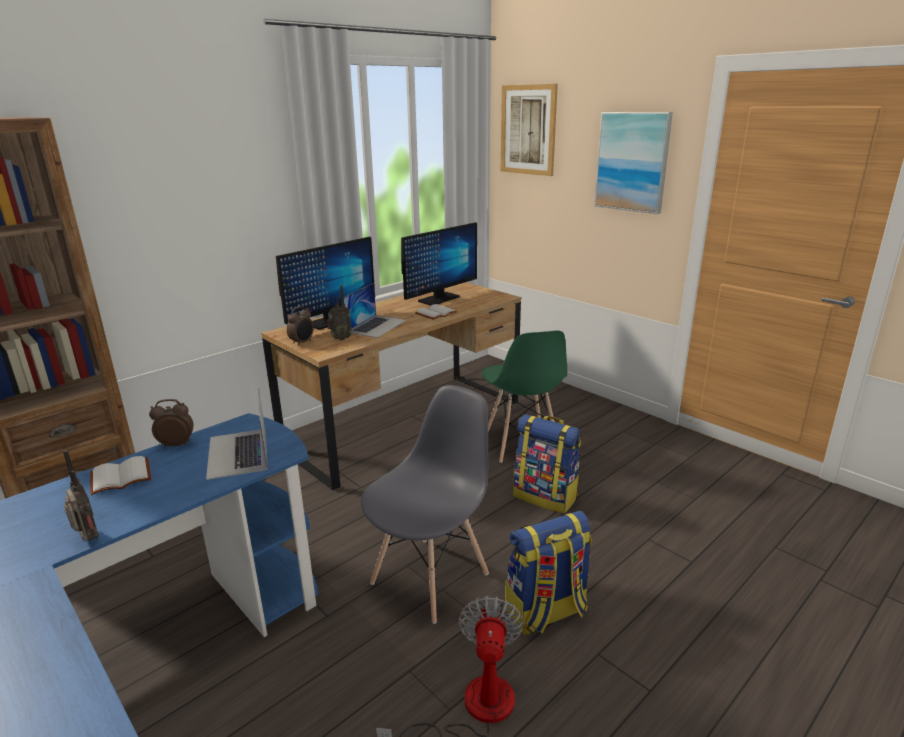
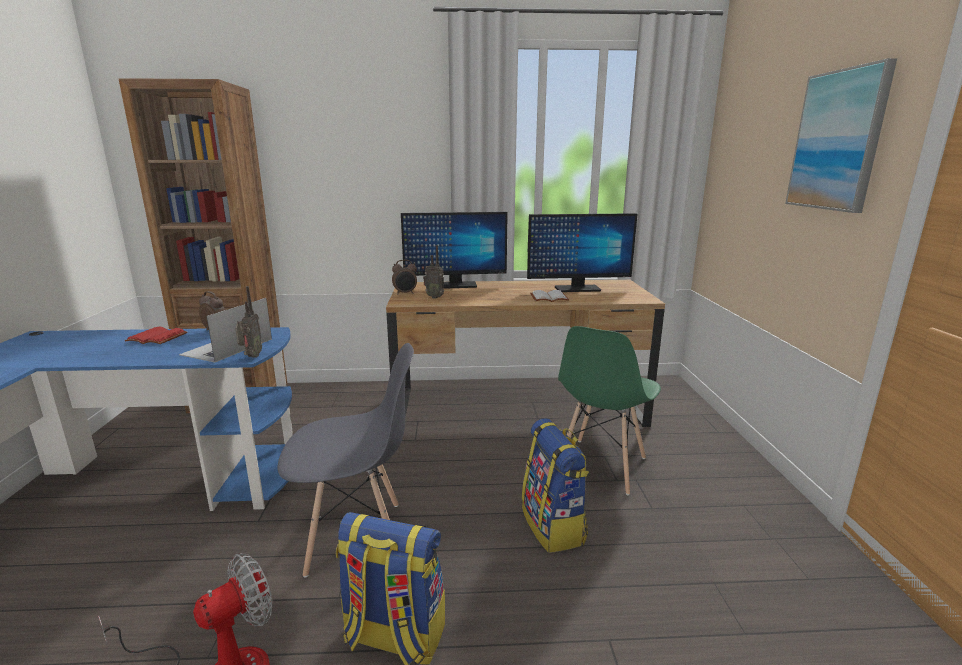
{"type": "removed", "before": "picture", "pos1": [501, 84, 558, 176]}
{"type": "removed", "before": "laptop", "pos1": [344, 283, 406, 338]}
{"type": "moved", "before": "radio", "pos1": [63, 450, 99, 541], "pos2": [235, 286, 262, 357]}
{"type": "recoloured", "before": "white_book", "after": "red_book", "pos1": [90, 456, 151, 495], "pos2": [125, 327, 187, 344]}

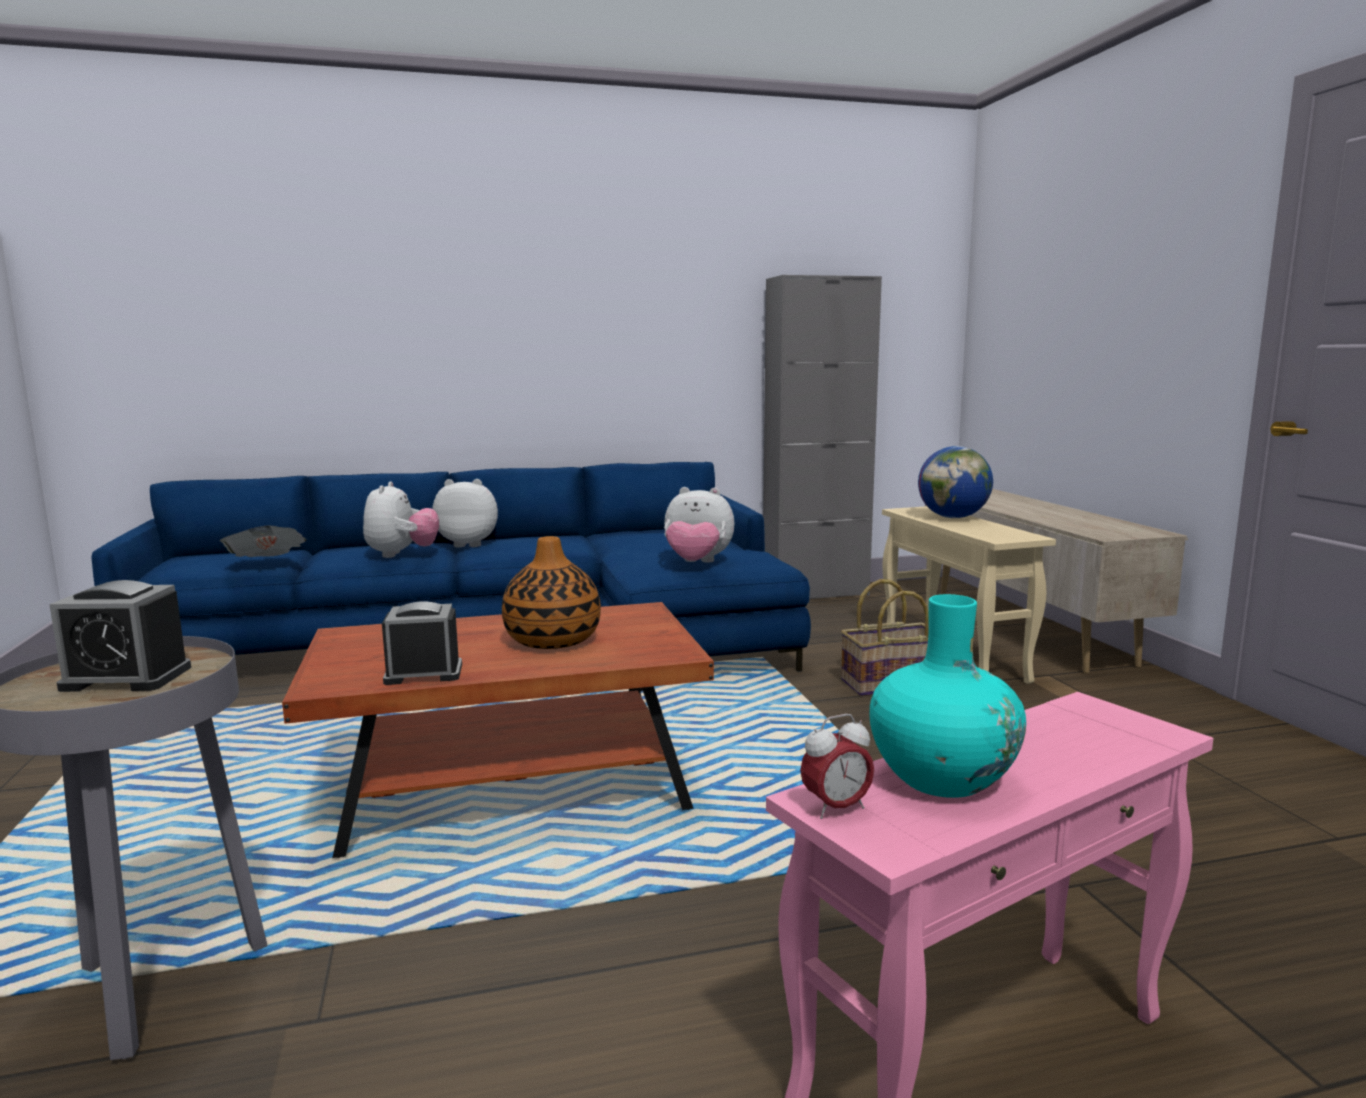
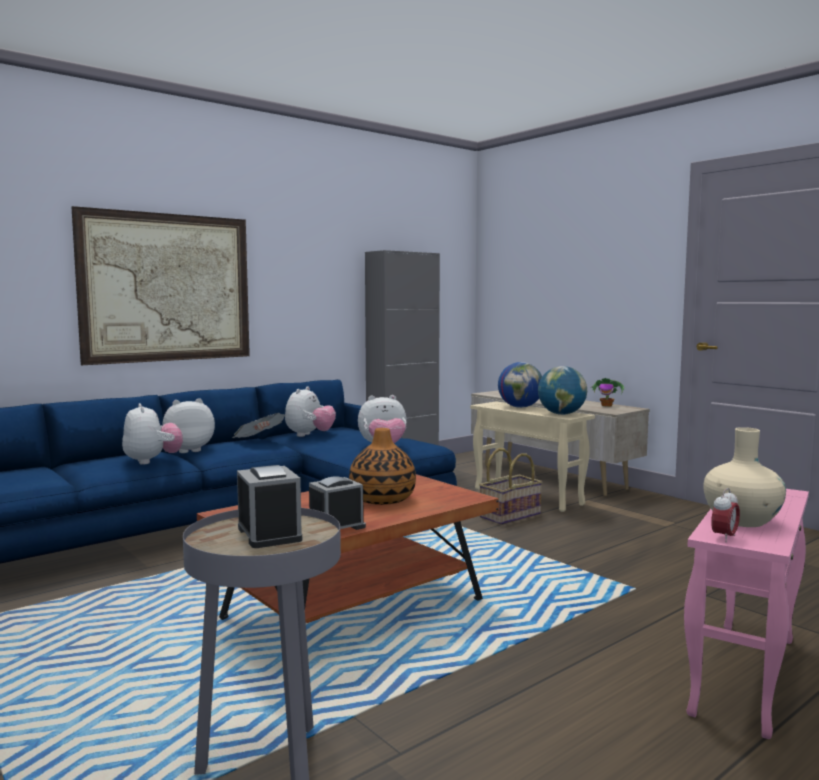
{"type": "moved", "before": "newspaper", "pos1": [220, 526, 306, 557], "pos2": [232, 413, 286, 438]}
{"type": "turned", "before": "alarm_clock", "pos1": [49, 580, 191, 692], "pos2": [237, 465, 302, 548], "turn": -90}
{"type": "recoloured", "before": "turquoise_vase", "after": "beige_vase", "pos1": [869, 594, 1026, 798], "pos2": [703, 427, 786, 527]}
{"type": "added", "after": "picture", "pos2": [72, 206, 250, 365]}
{"type": "added", "after": "globe", "pos2": [538, 366, 587, 415]}
{"type": "added", "after": "potted_plant", "pos2": [590, 378, 624, 407]}
{"type": "added", "after": "plush_toy", "pos2": [285, 387, 336, 437]}

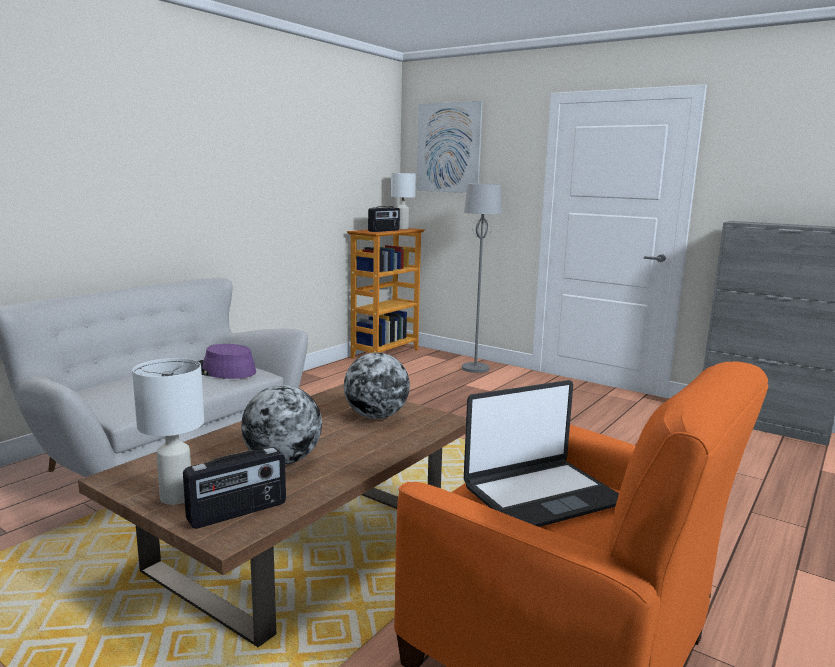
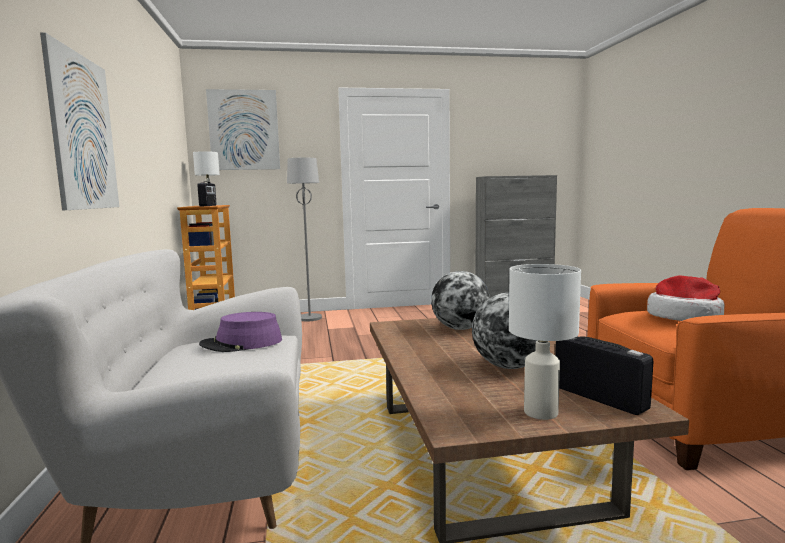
{"type": "replaced", "before": "laptop", "after": "hat", "pos1": [464, 380, 619, 527], "pos2": [647, 275, 724, 321]}
{"type": "turned", "before": "radio", "pos1": [183, 447, 286, 529], "pos2": [555, 337, 654, 415], "turn": -45}
{"type": "added", "after": "picture", "pos2": [40, 32, 119, 210]}

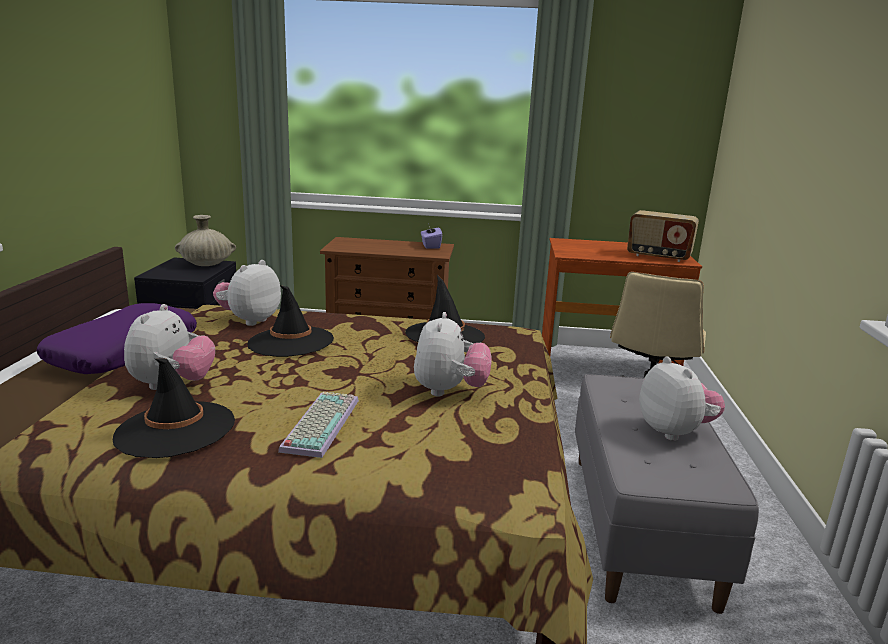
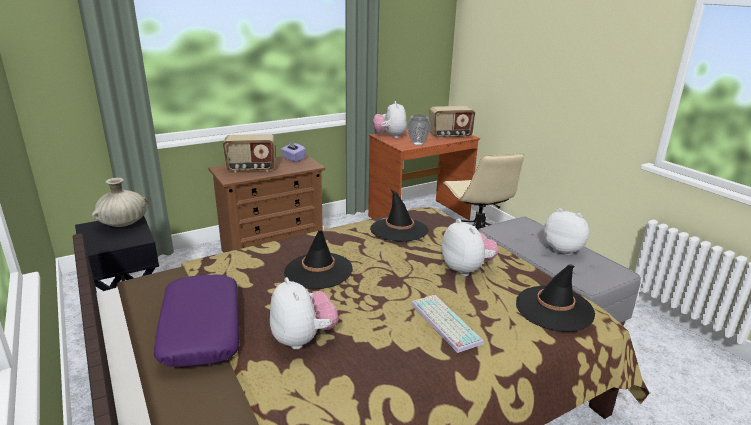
{"type": "moved", "before": "plush_toy", "pos1": [213, 260, 281, 326], "pos2": [373, 101, 407, 138]}
{"type": "moved", "before": "black_hat", "pos1": [113, 358, 235, 458], "pos2": [516, 264, 595, 332]}
{"type": "added", "after": "vase", "pos2": [407, 114, 431, 145]}
{"type": "added", "after": "radio", "pos2": [223, 134, 275, 172]}

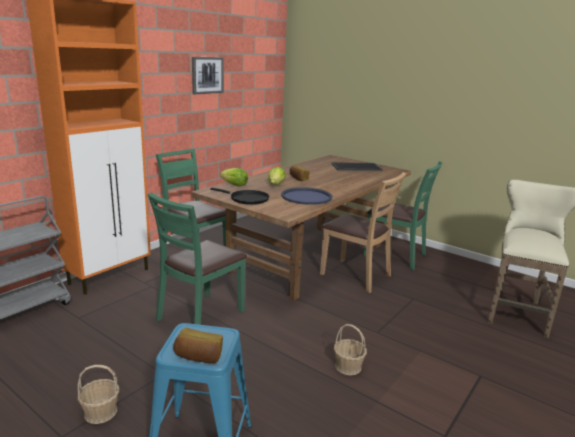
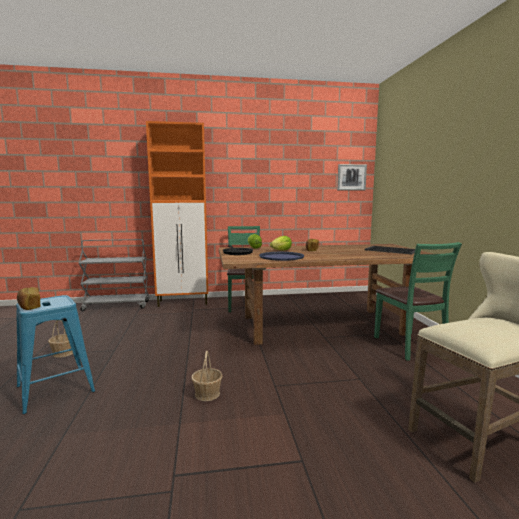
{"type": "moved", "before": "picture", "pos1": [192, 57, 224, 94], "pos2": [337, 164, 367, 190]}
{"type": "removed", "before": "brown_chair", "pos1": [320, 172, 406, 293]}
{"type": "removed", "before": "green_chair", "pos1": [147, 192, 247, 325]}

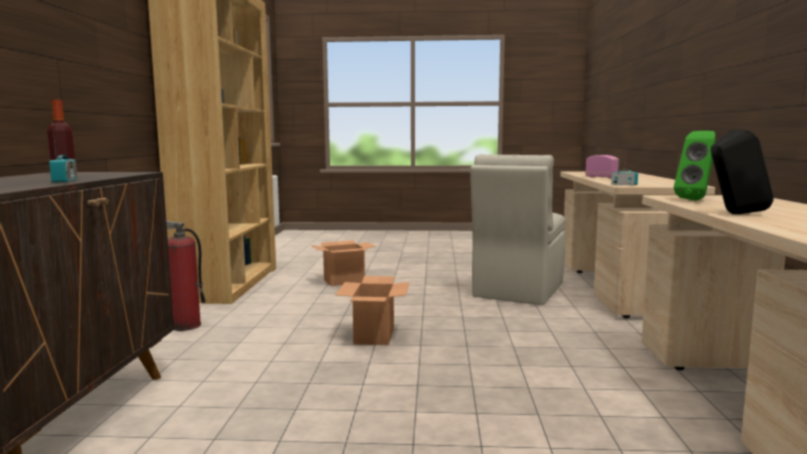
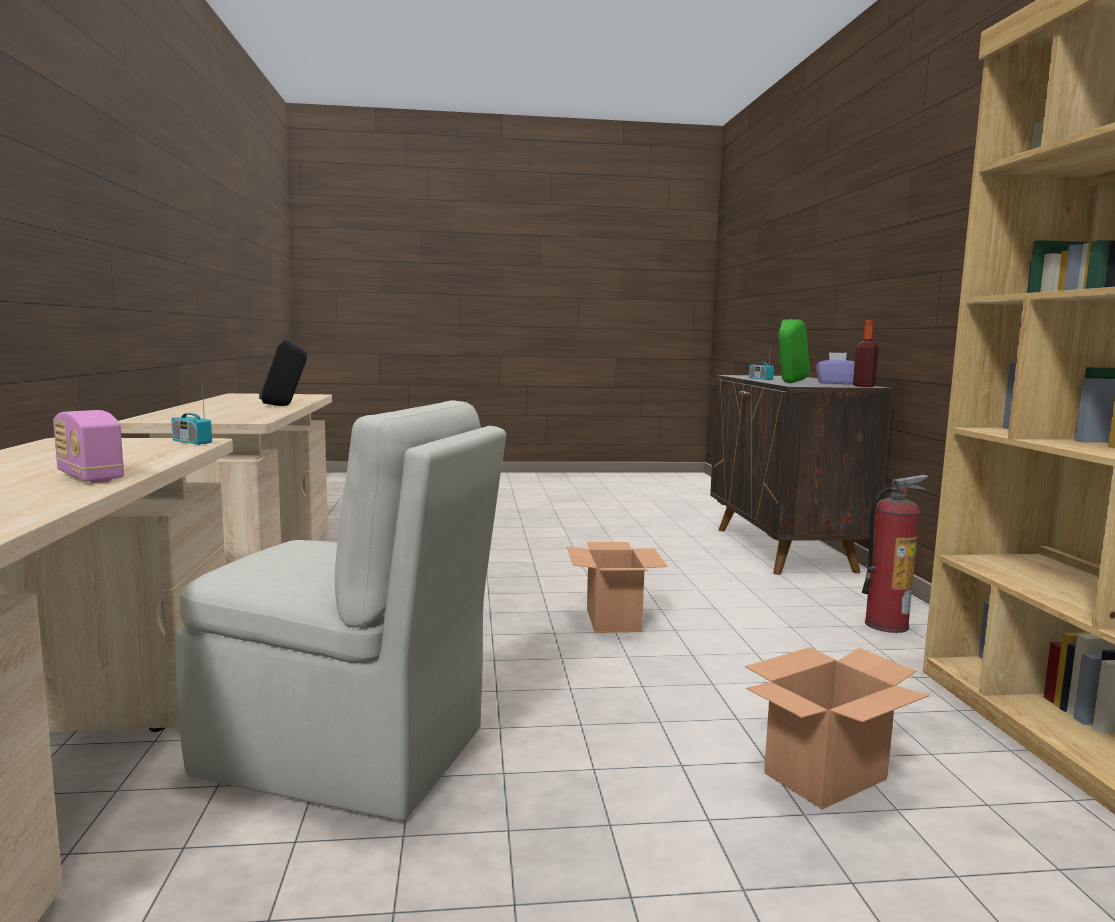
{"type": "moved", "before": "green_speaker", "pos1": [674, 131, 716, 201], "pos2": [778, 319, 810, 383]}
{"type": "turned", "before": "beige_chair", "pos1": [470, 154, 565, 305], "pos2": [175, 400, 506, 821], "turn": 90}
{"type": "added", "after": "purple_tissue_box", "pos2": [816, 352, 855, 384]}

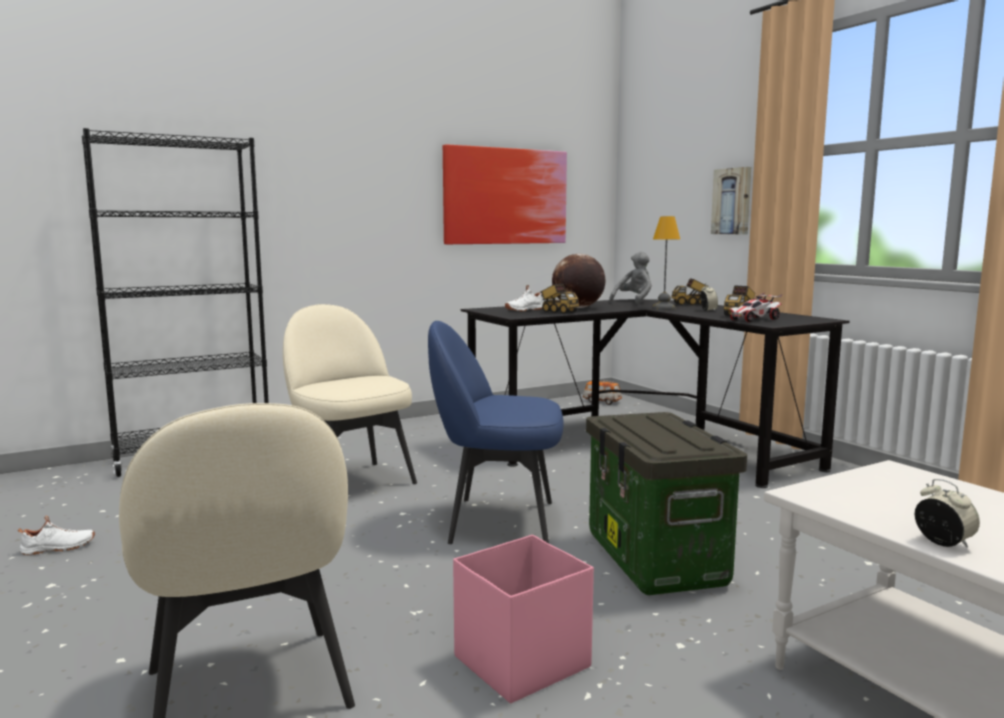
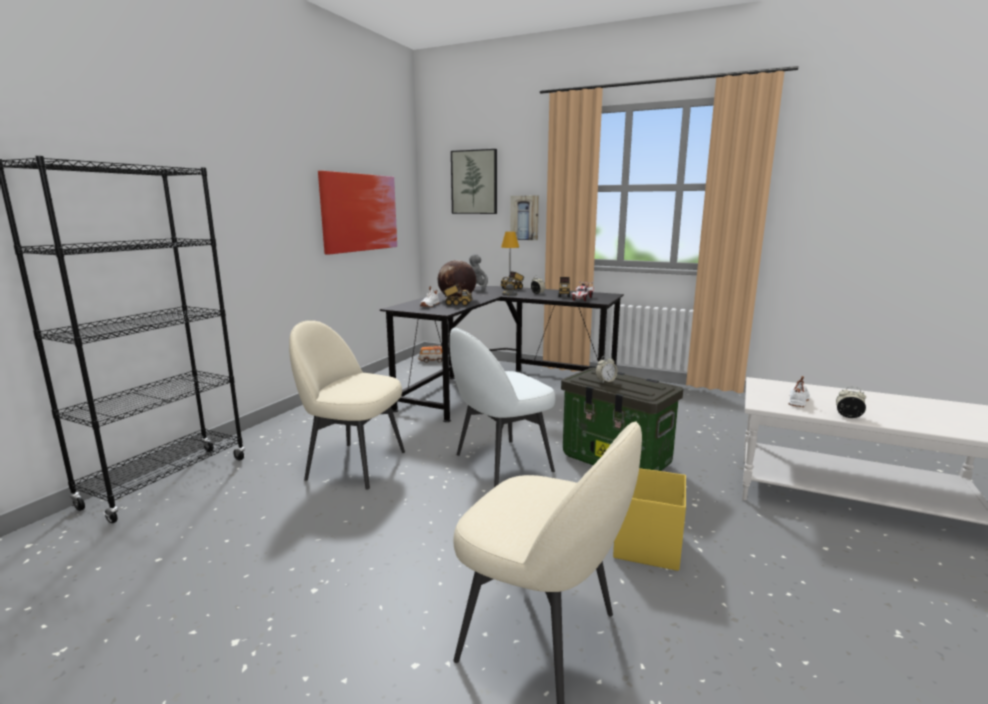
{"type": "recoloured", "before": "blue_chair", "after": "white_chair", "pos1": [428, 321, 563, 544], "pos2": [450, 327, 555, 487]}
{"type": "moved", "before": "white_shoe", "pos1": [18, 516, 95, 555], "pos2": [789, 376, 810, 407]}
{"type": "recoloured", "before": "pink_storage_box", "after": "yellow_storage_box", "pos1": [453, 535, 594, 703], "pos2": [613, 468, 686, 571]}
{"type": "added", "after": "picture", "pos2": [451, 149, 497, 214]}
{"type": "added", "after": "alarm_clock", "pos2": [595, 355, 618, 383]}

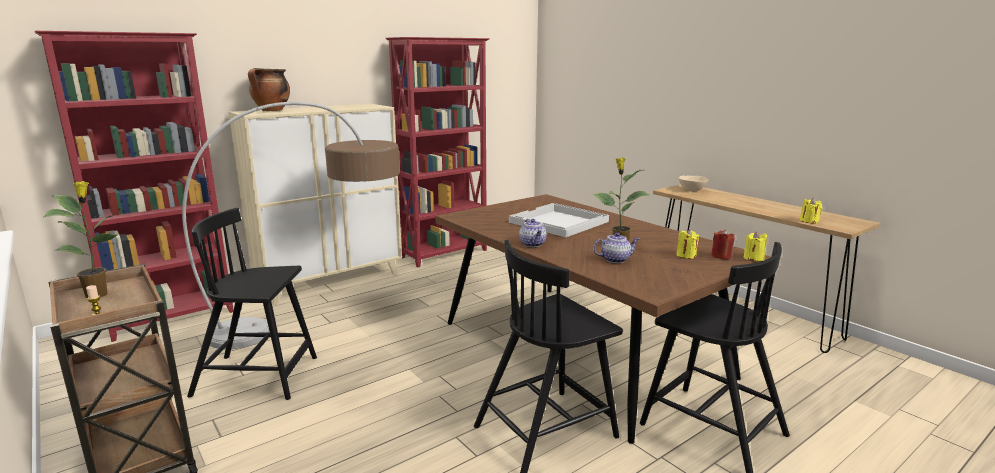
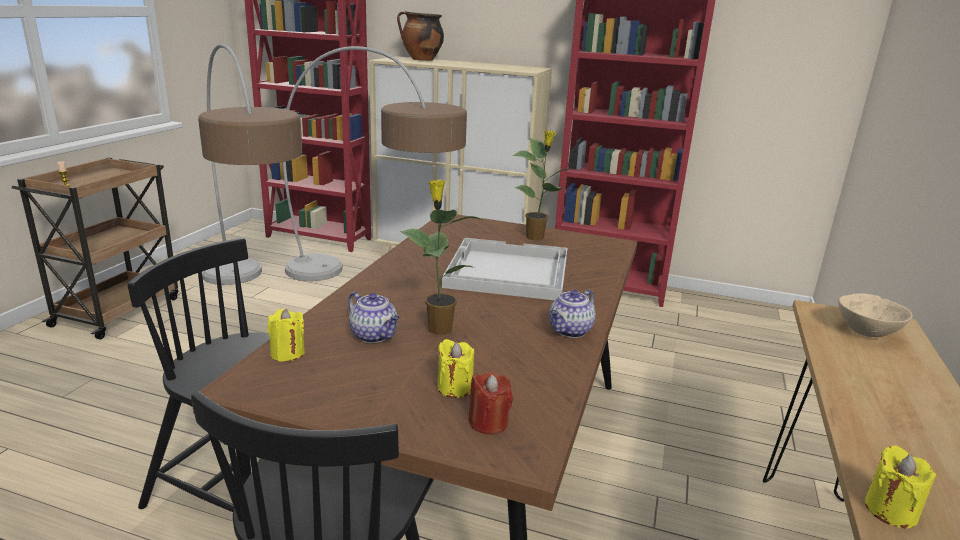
{"type": "moved", "before": "potted_plant", "pos1": [43, 181, 118, 298], "pos2": [513, 130, 569, 241]}
{"type": "replaced", "before": "black_chair", "after": "floor_lamp", "pos1": [187, 208, 317, 400], "pos2": [198, 44, 303, 285]}
{"type": "moved", "before": "teapot", "pos1": [519, 219, 547, 247], "pos2": [549, 289, 596, 338]}
{"type": "moved", "before": "yellow_candle", "pos1": [744, 231, 767, 261], "pos2": [267, 309, 305, 361]}

